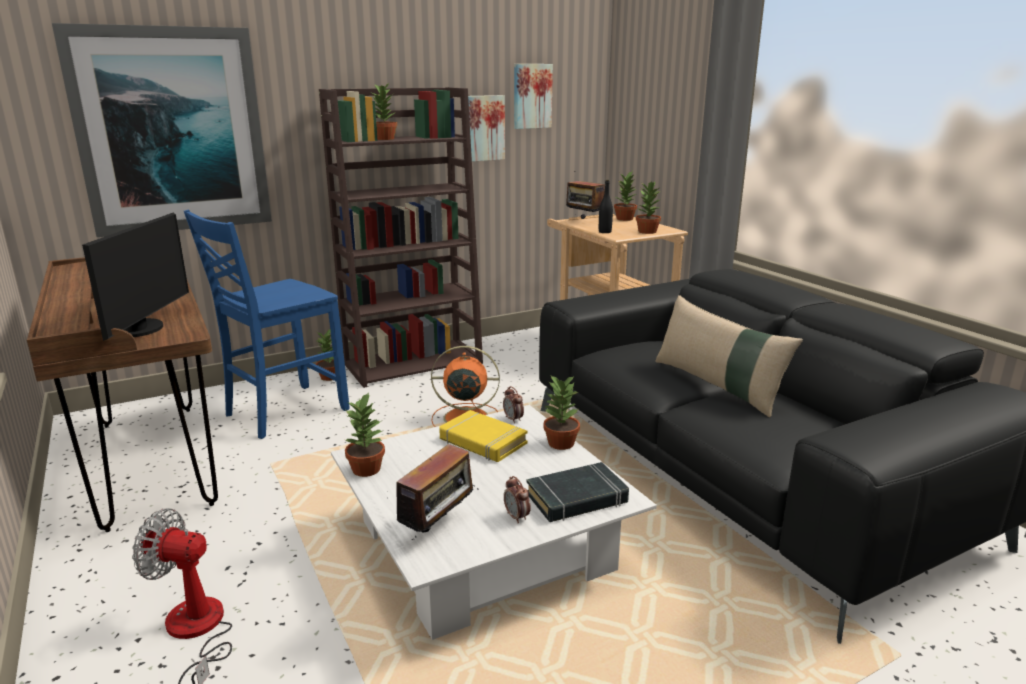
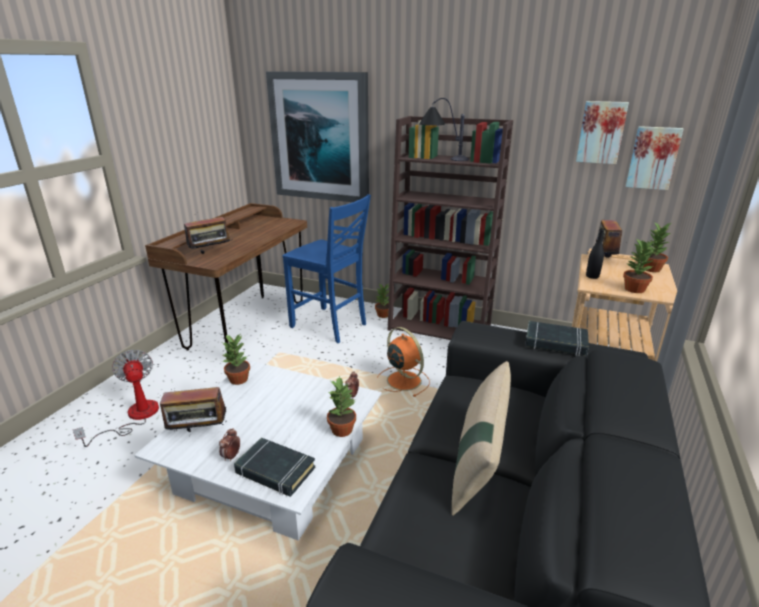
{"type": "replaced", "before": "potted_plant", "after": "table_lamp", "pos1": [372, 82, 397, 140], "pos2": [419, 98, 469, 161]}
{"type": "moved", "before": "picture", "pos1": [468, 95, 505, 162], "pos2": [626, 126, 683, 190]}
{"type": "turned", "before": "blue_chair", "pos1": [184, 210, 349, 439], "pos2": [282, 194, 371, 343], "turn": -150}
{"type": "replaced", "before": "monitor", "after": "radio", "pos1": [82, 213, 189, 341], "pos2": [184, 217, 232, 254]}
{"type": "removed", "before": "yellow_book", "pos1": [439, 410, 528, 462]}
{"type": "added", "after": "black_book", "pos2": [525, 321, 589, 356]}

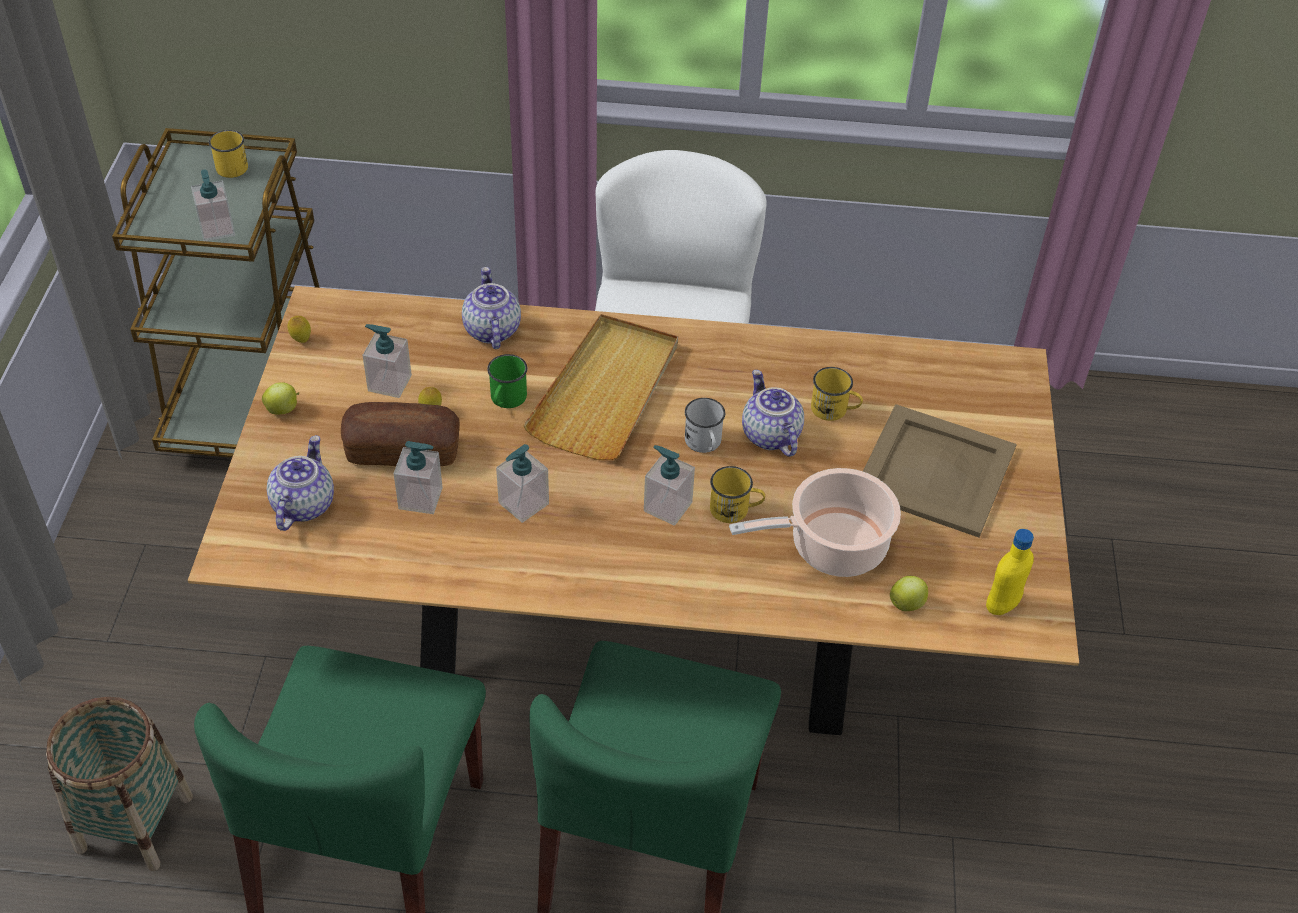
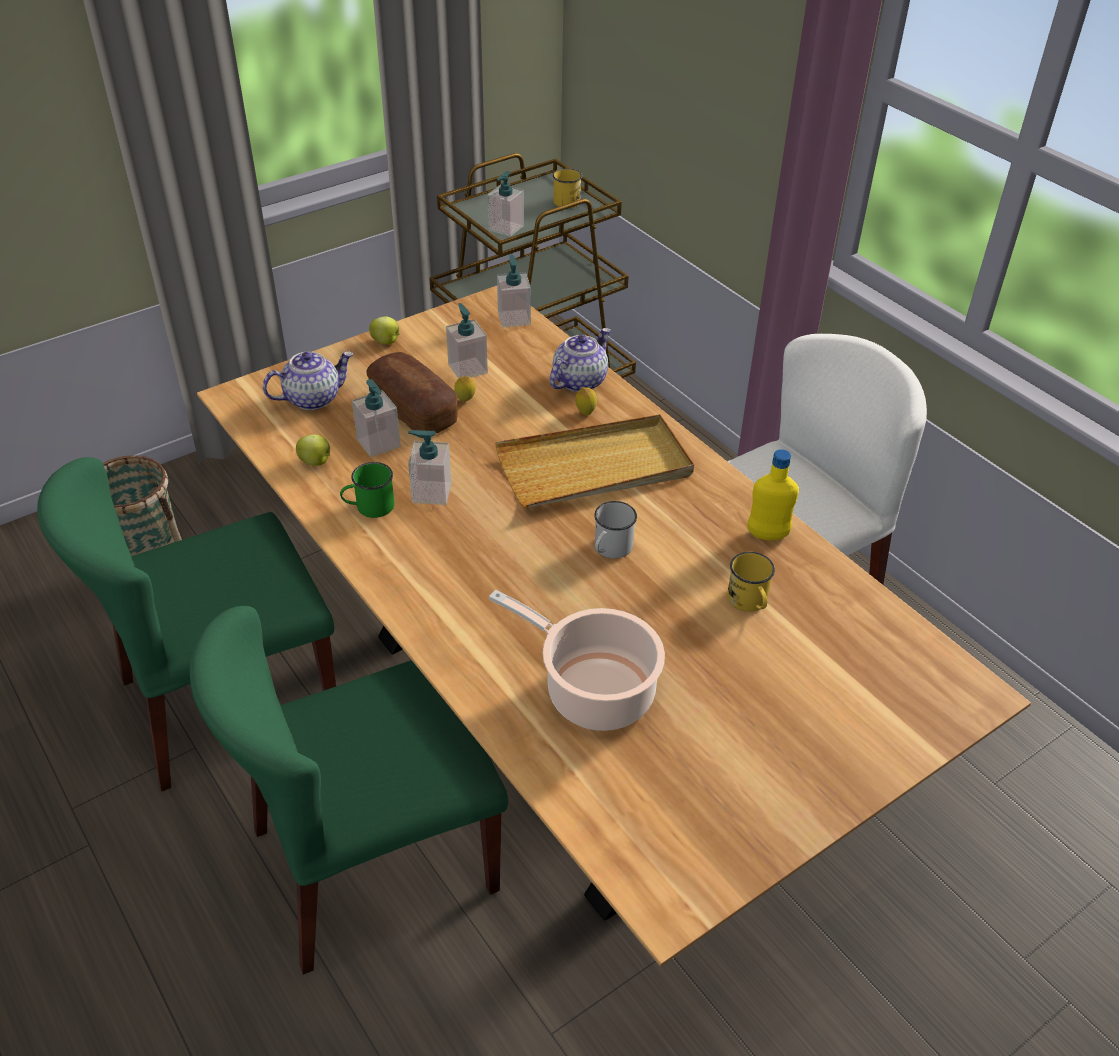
{"type": "moved", "before": "lemon", "pos1": [287, 316, 311, 343], "pos2": [575, 387, 597, 415]}
{"type": "moved", "before": "green_mug", "pos1": [487, 354, 527, 408], "pos2": [340, 462, 394, 518]}
{"type": "removed", "before": "teapot", "pos1": [742, 370, 804, 457]}
{"type": "removed", "before": "beige_tray", "pos1": [863, 404, 1017, 537]}
{"type": "moved", "before": "soap_dispenser", "pos1": [644, 445, 695, 526], "pos2": [497, 254, 531, 327]}
{"type": "removed", "before": "yellow_mug", "pos1": [710, 466, 765, 523]}
{"type": "moved", "before": "yellow_bottle", "pos1": [986, 529, 1034, 615], "pos2": [747, 449, 799, 540]}
{"type": "moved", "before": "apple", "pos1": [890, 576, 928, 611], "pos2": [296, 434, 330, 466]}

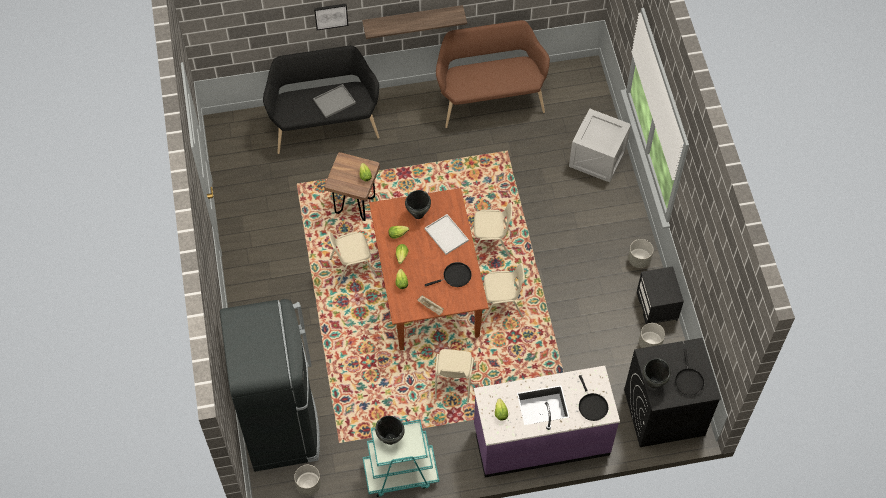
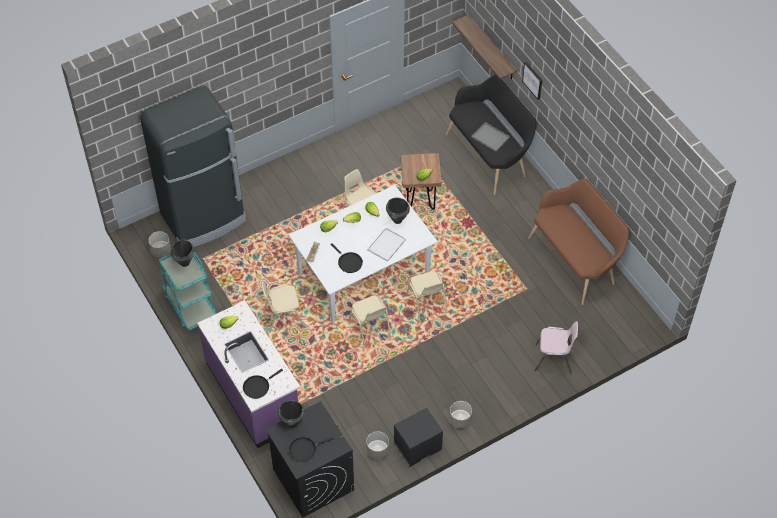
{"type": "moved", "before": "shelf", "pos1": [362, 5, 467, 39], "pos2": [452, 15, 517, 80]}
{"type": "replaced", "before": "crate", "after": "pink_chair", "pos1": [569, 108, 631, 183], "pos2": [534, 321, 578, 373]}
{"type": "recoloured", "before": "brown_dining_table", "after": "white_dining_table", "pos1": [369, 188, 488, 351], "pos2": [289, 185, 438, 322]}

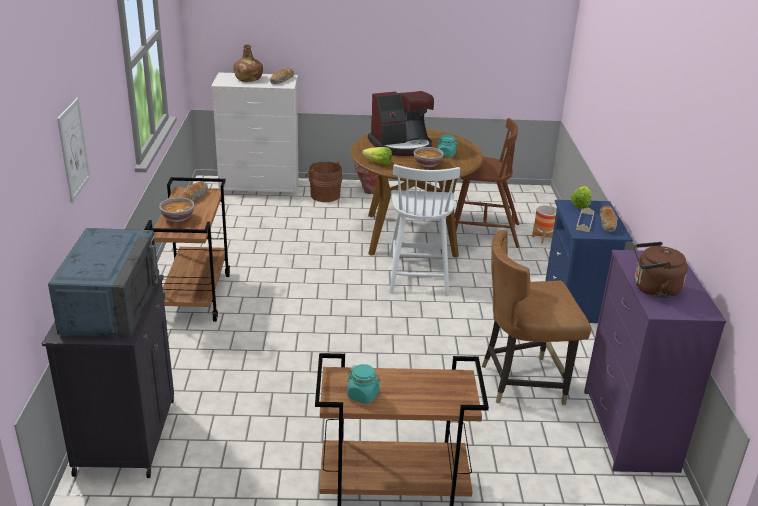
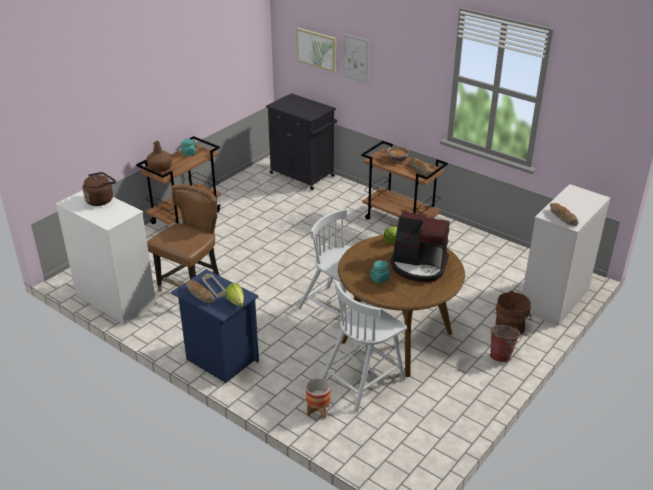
{"type": "moved", "before": "brown_bottle", "pos1": [233, 44, 263, 82], "pos2": [146, 141, 172, 172]}
{"type": "turned", "before": "coffee_machine", "pos1": [368, 91, 434, 156], "pos2": [391, 211, 450, 282], "turn": -90}
{"type": "recoloured", "before": "brown_chair", "after": "white_chair", "pos1": [454, 118, 520, 248], "pos2": [322, 281, 407, 412]}
{"type": "removed", "before": "bowl", "pos1": [414, 147, 444, 167]}
{"type": "removed", "before": "blue_microwave", "pos1": [48, 228, 159, 337]}
{"type": "recoloured", "before": "purple_dresser", "after": "white_dresser", "pos1": [584, 250, 726, 473], "pos2": [55, 190, 156, 325]}
{"type": "added", "after": "picture", "pos2": [296, 28, 336, 72]}

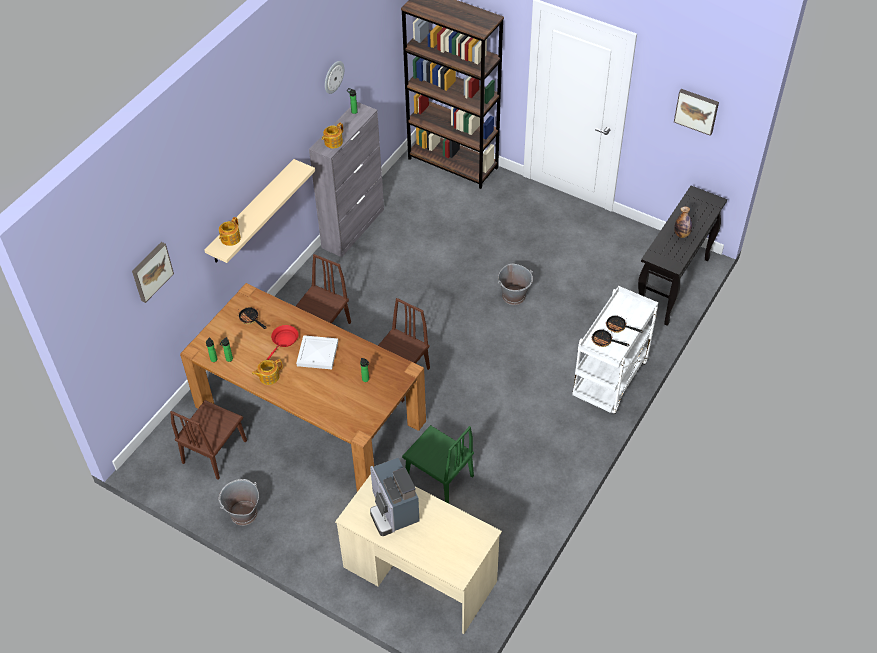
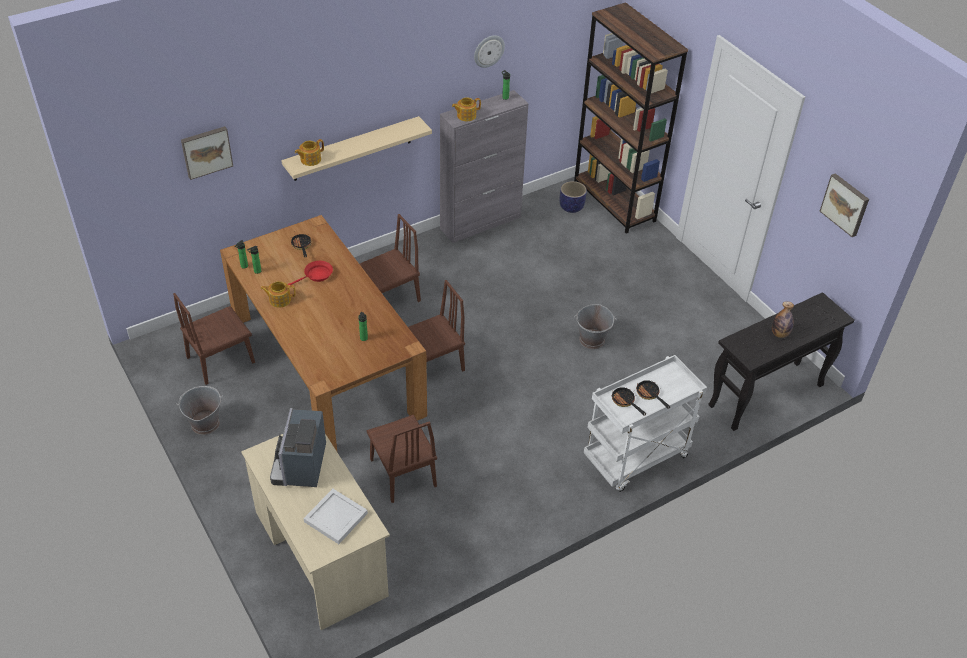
{"type": "moved", "before": "white_tray", "pos1": [296, 335, 338, 369], "pos2": [304, 489, 368, 544]}
{"type": "recoloured", "before": "green_chair", "after": "brown_chair", "pos1": [402, 425, 474, 503], "pos2": [367, 414, 437, 503]}
{"type": "added", "after": "planter", "pos2": [560, 181, 587, 213]}

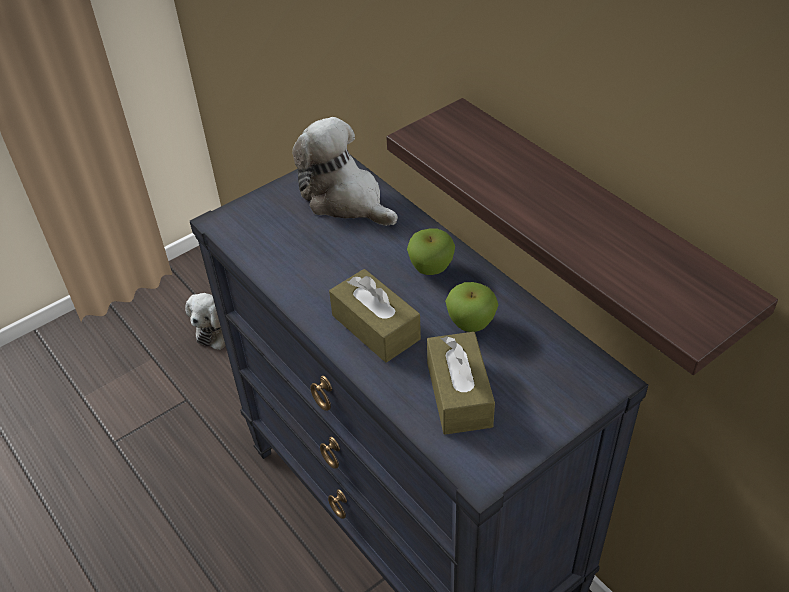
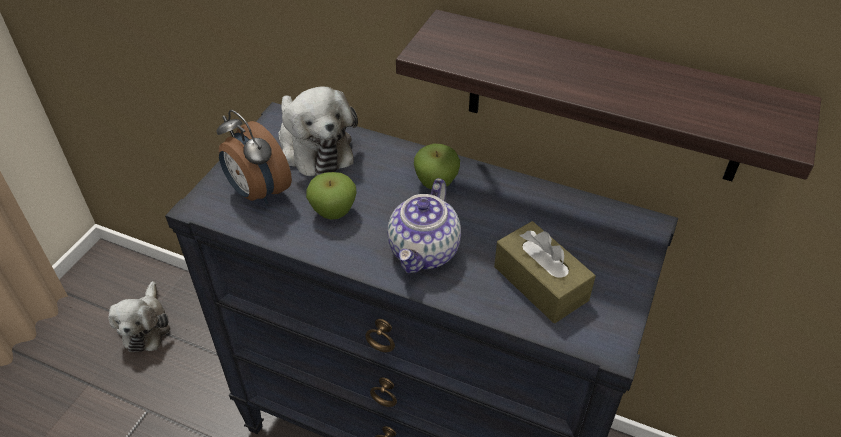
{"type": "turned", "before": "plush_toy", "pos1": [292, 117, 398, 226], "pos2": [278, 86, 358, 176], "turn": -135}
{"type": "replaced", "before": "brown_tissue_box", "after": "teapot", "pos1": [329, 269, 421, 363], "pos2": [388, 178, 461, 273]}
{"type": "moved", "before": "apple", "pos1": [445, 282, 498, 332], "pos2": [306, 172, 357, 220]}
{"type": "added", "after": "alarm_clock", "pos2": [217, 110, 292, 204]}

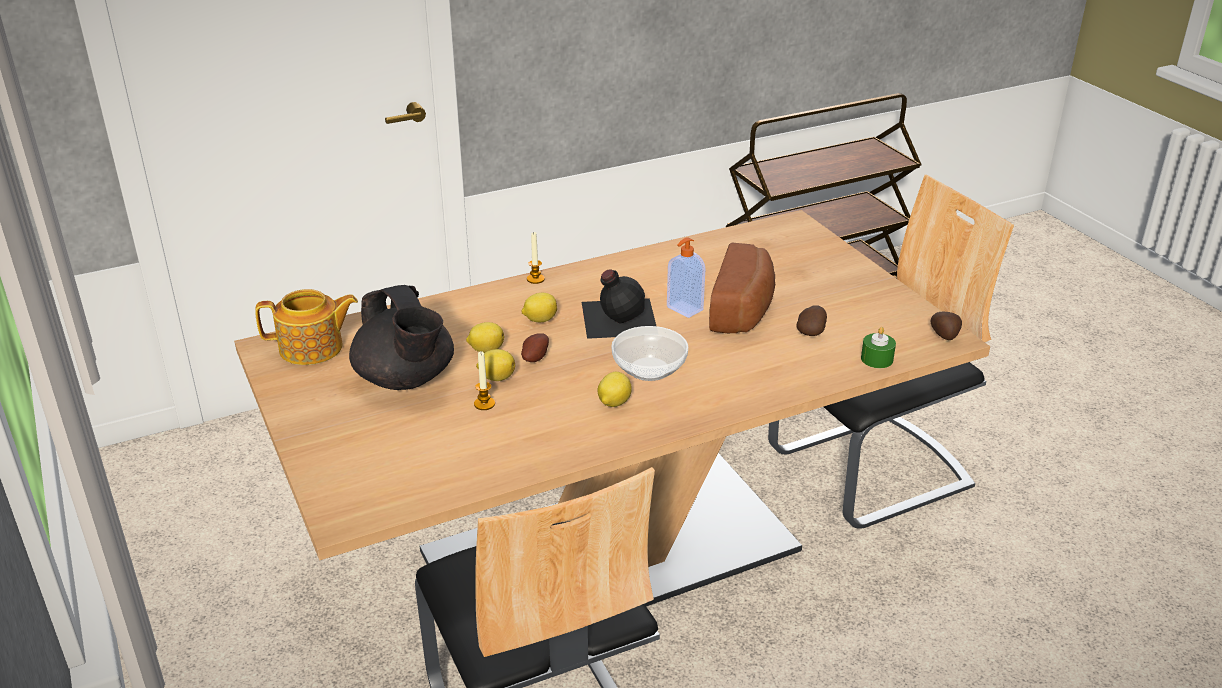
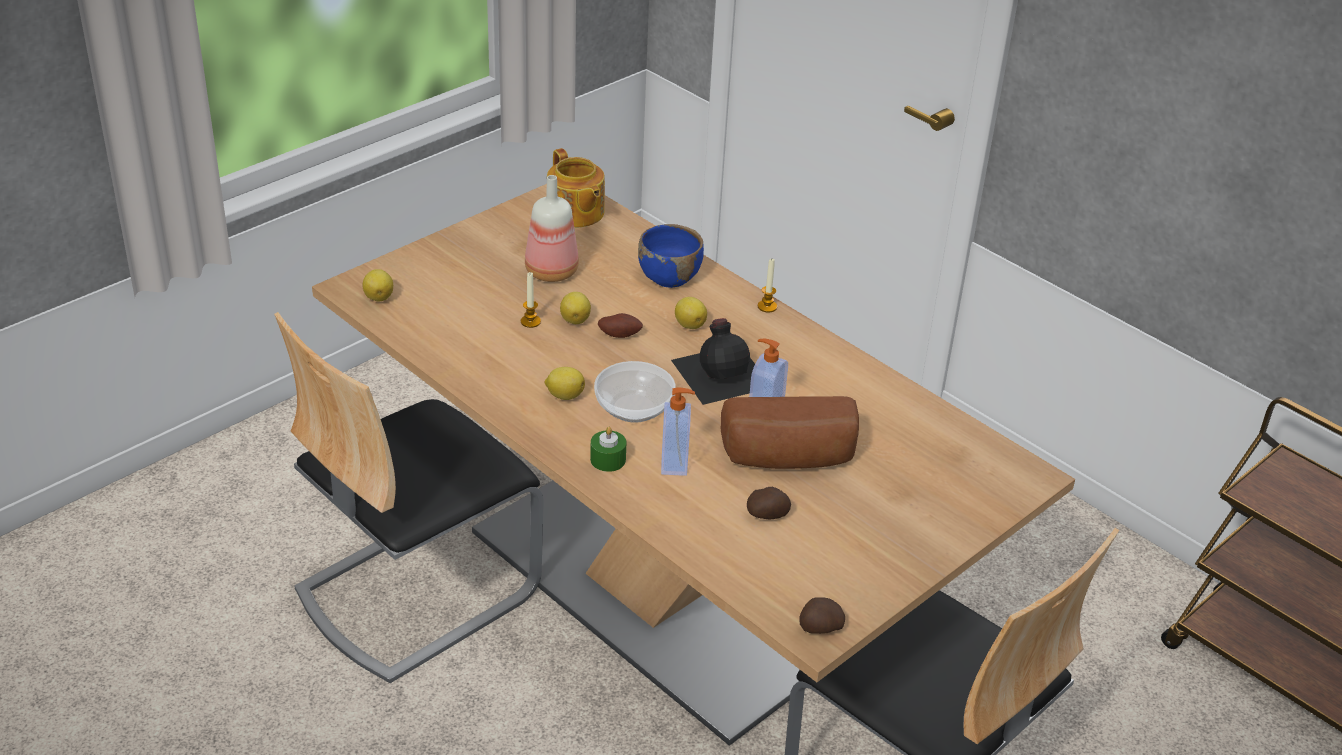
{"type": "replaced", "before": "black_teapot", "after": "bottle", "pos1": [349, 285, 454, 390], "pos2": [525, 175, 579, 282]}
{"type": "moved", "before": "lemon", "pos1": [466, 322, 504, 353], "pos2": [363, 269, 393, 301]}
{"type": "moved", "before": "green_candle", "pos1": [861, 327, 896, 368], "pos2": [590, 427, 626, 472]}
{"type": "added", "after": "blue_bowl", "pos2": [638, 224, 704, 288]}
{"type": "added", "after": "soap_dispenser", "pos2": [661, 388, 695, 476]}

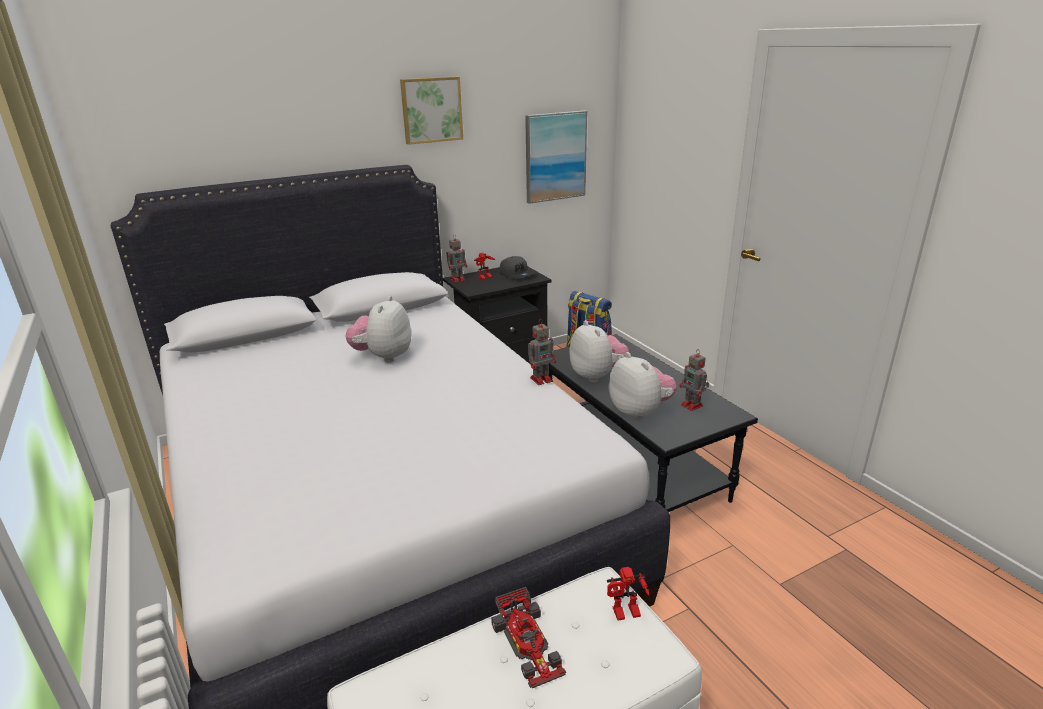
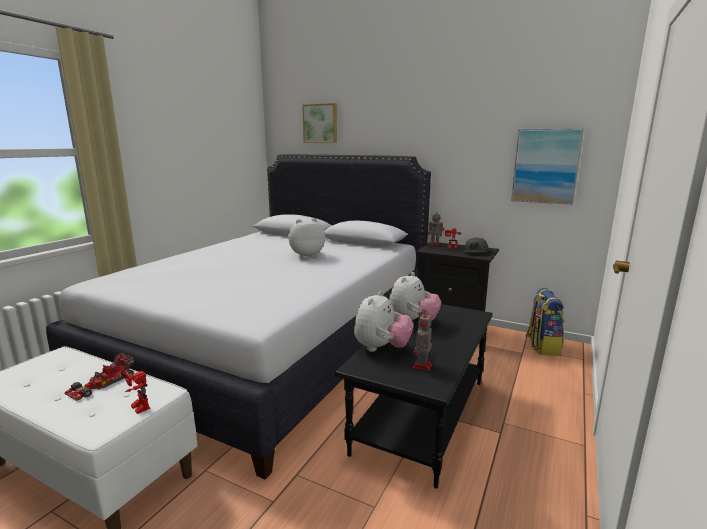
{"type": "moved", "before": "picture", "pos1": [400, 76, 463, 145], "pos2": [302, 103, 337, 143]}
{"type": "removed", "before": "toy_robot", "pos1": [528, 319, 556, 385]}

